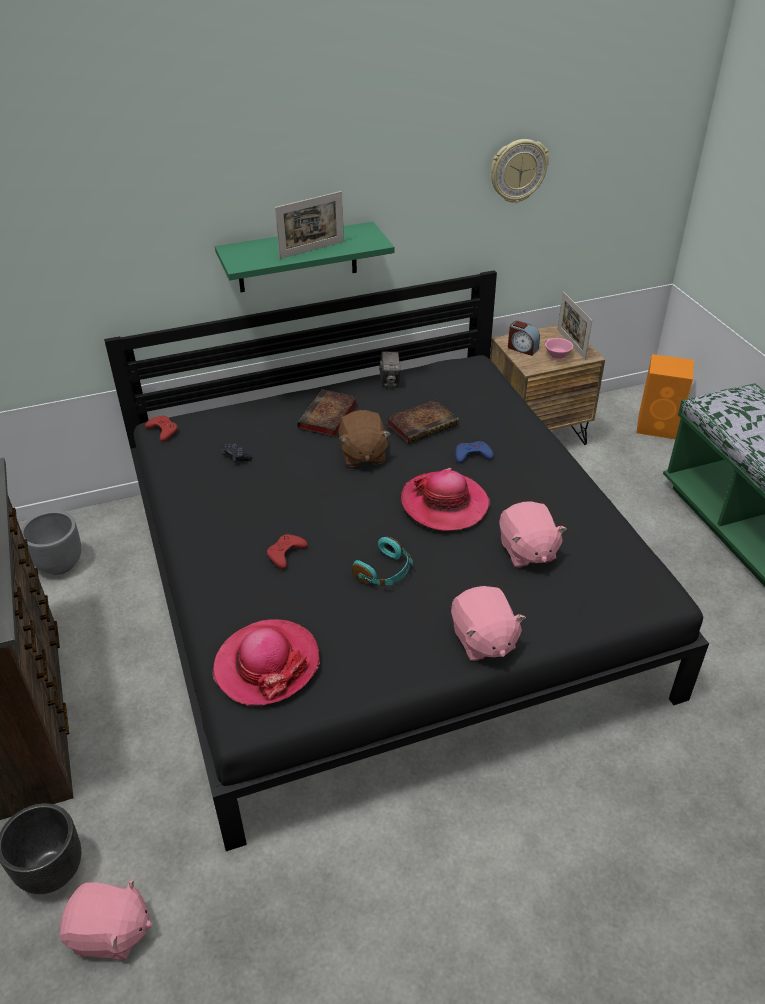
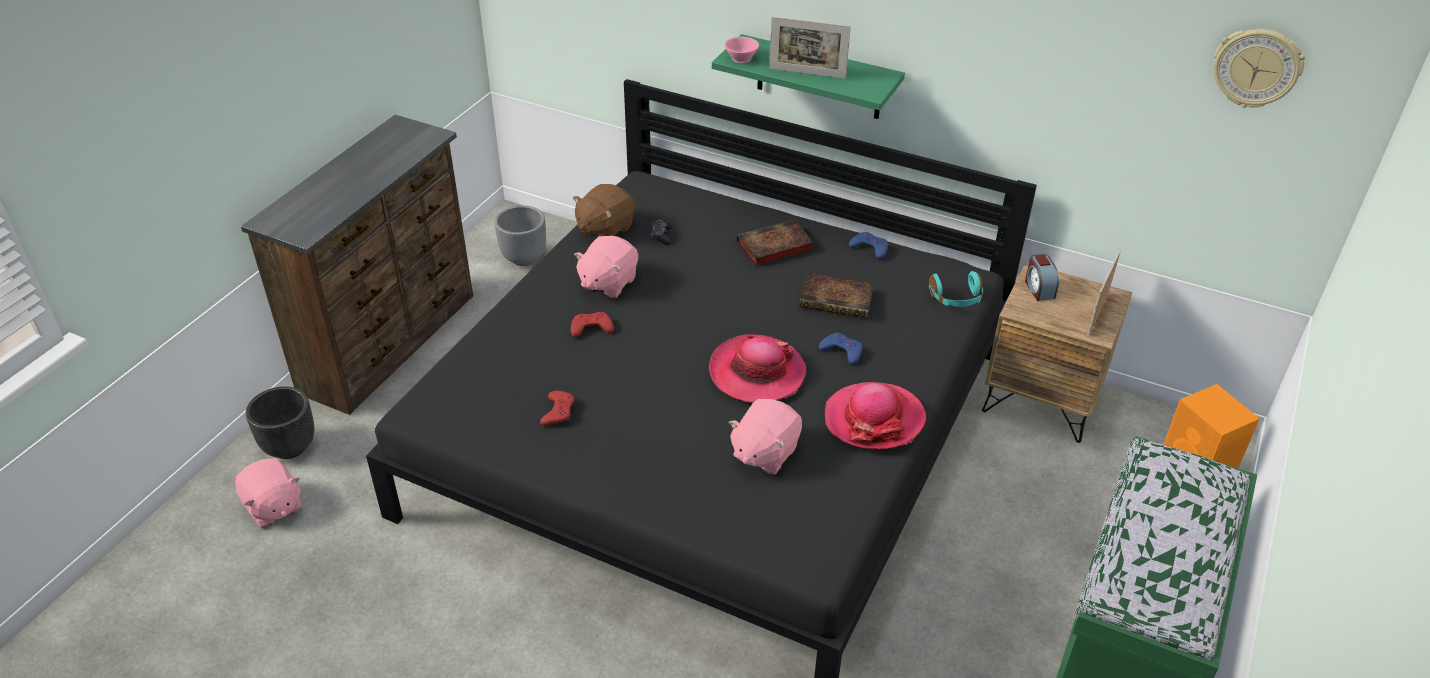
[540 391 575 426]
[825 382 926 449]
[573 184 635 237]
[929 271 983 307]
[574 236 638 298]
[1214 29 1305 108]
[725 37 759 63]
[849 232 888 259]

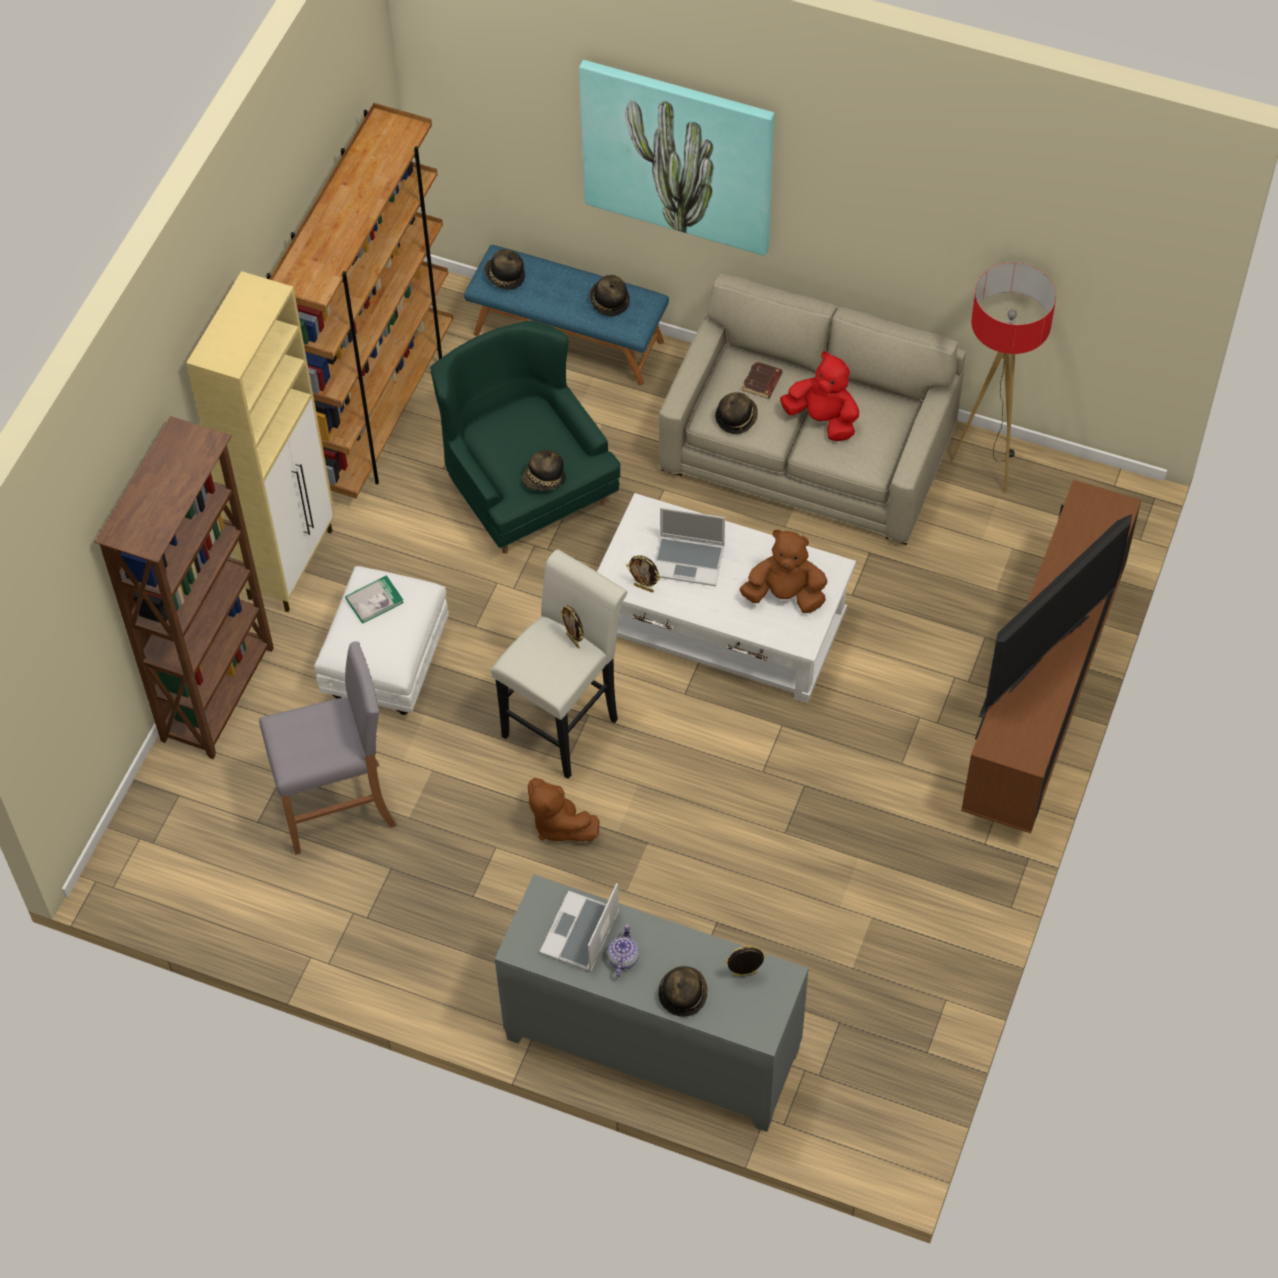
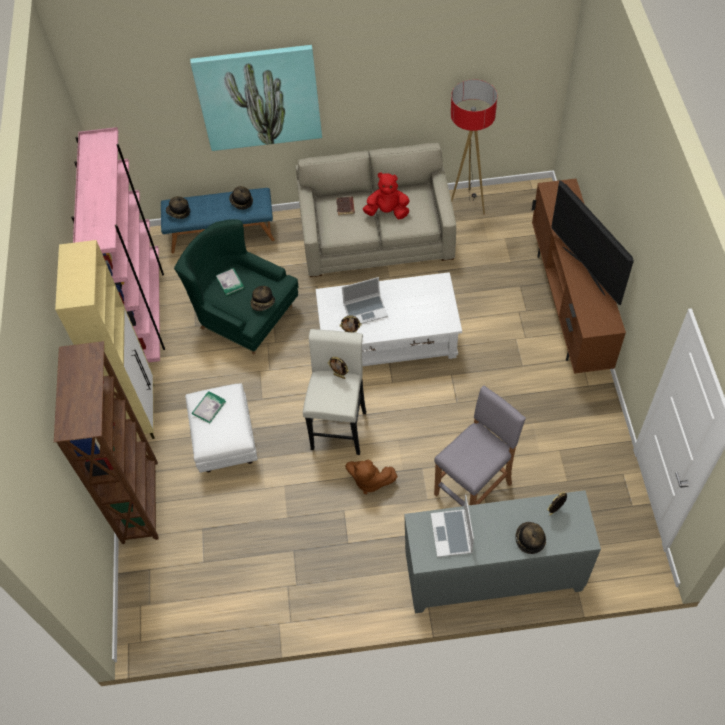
[607 924 639 977] (first image)
[715 392 758 434] (first image)
[740 529 828 613] (first image)
[216 268 244 296]
[434 385 526 506]
[71 127 165 363]
[551 180 634 306]

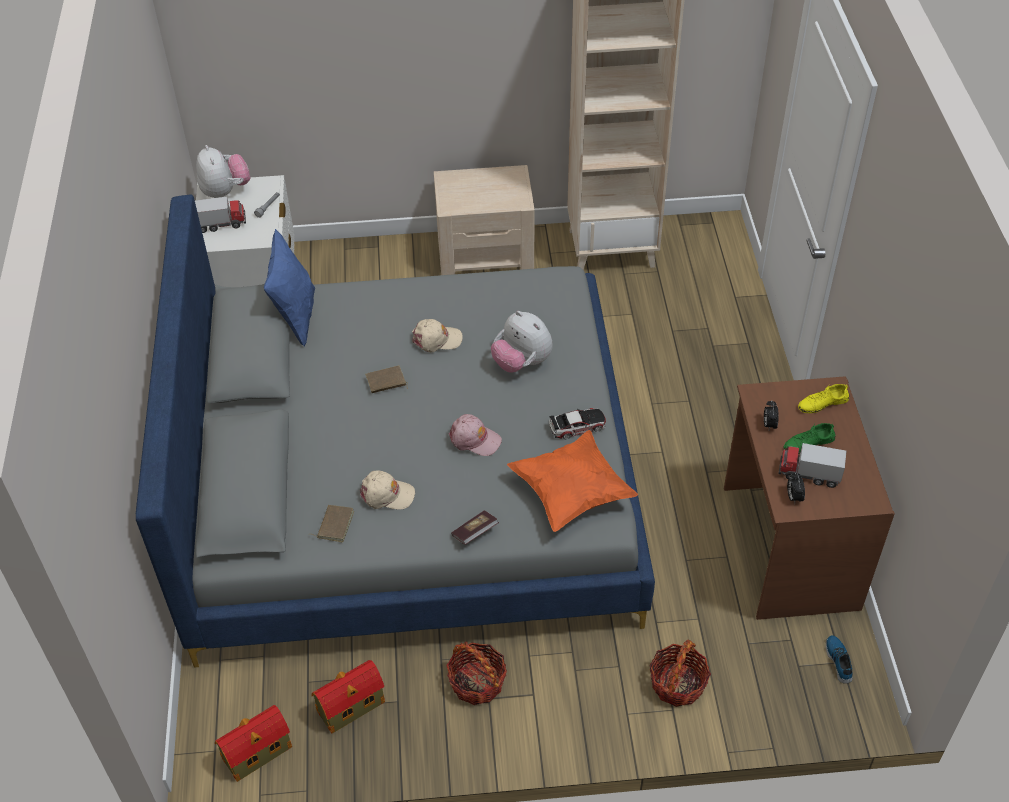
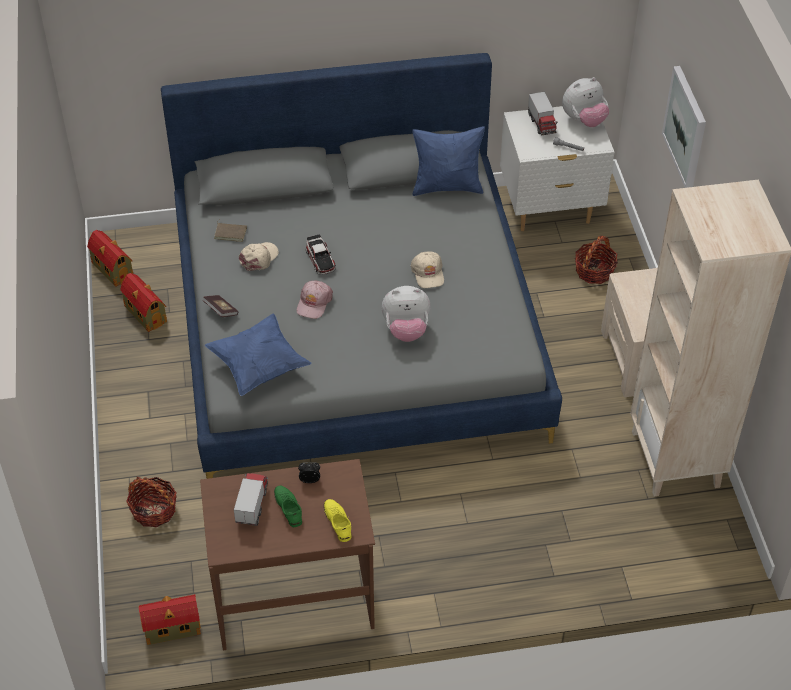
[365 365 408 393] (first image)
[787 473 805 503] (first image)
[662 66 706 188]
[575 236 618 284]
[306 234 336 275]
[139 594 201 645]
[205 313 312 396]
[239 242 279 271]
[382 286 431 342]

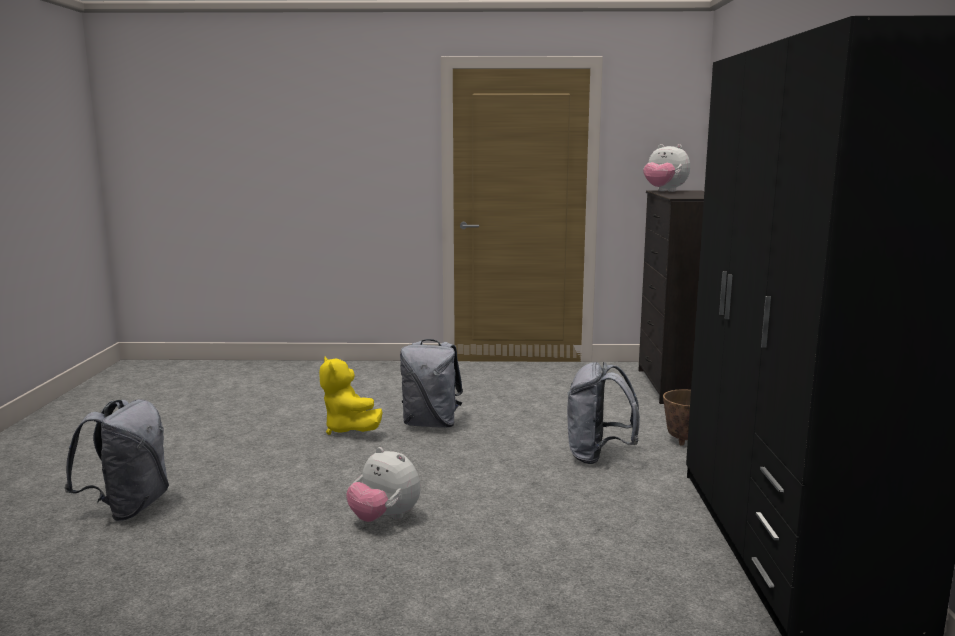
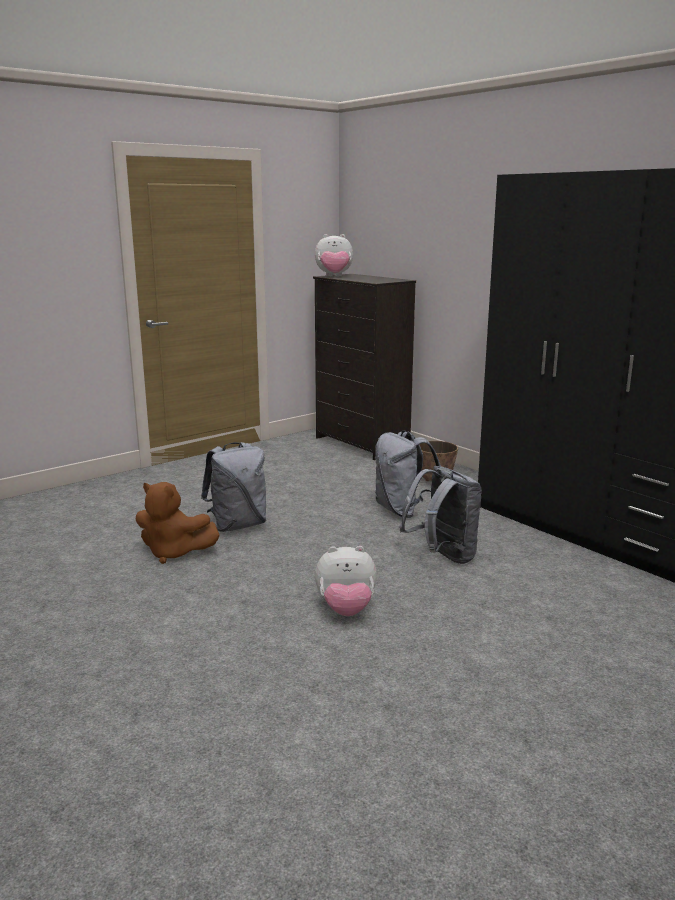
[399 466 482 564]
[135 482 220 564]

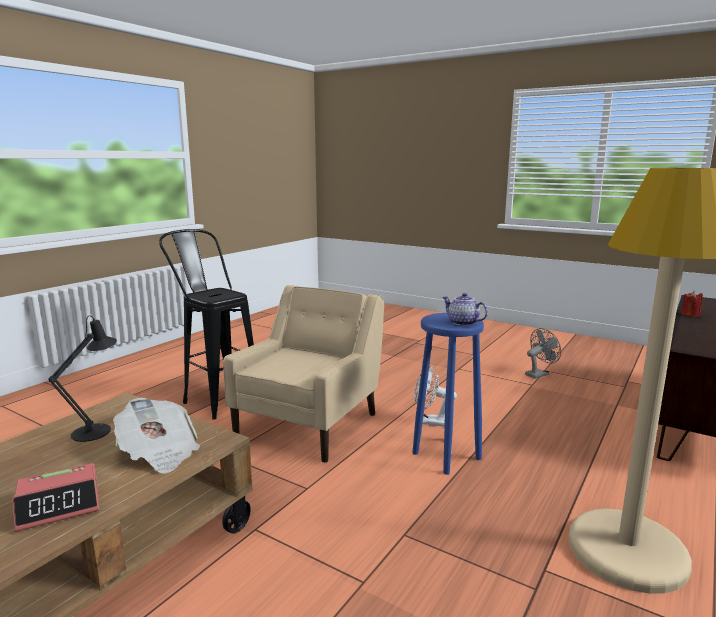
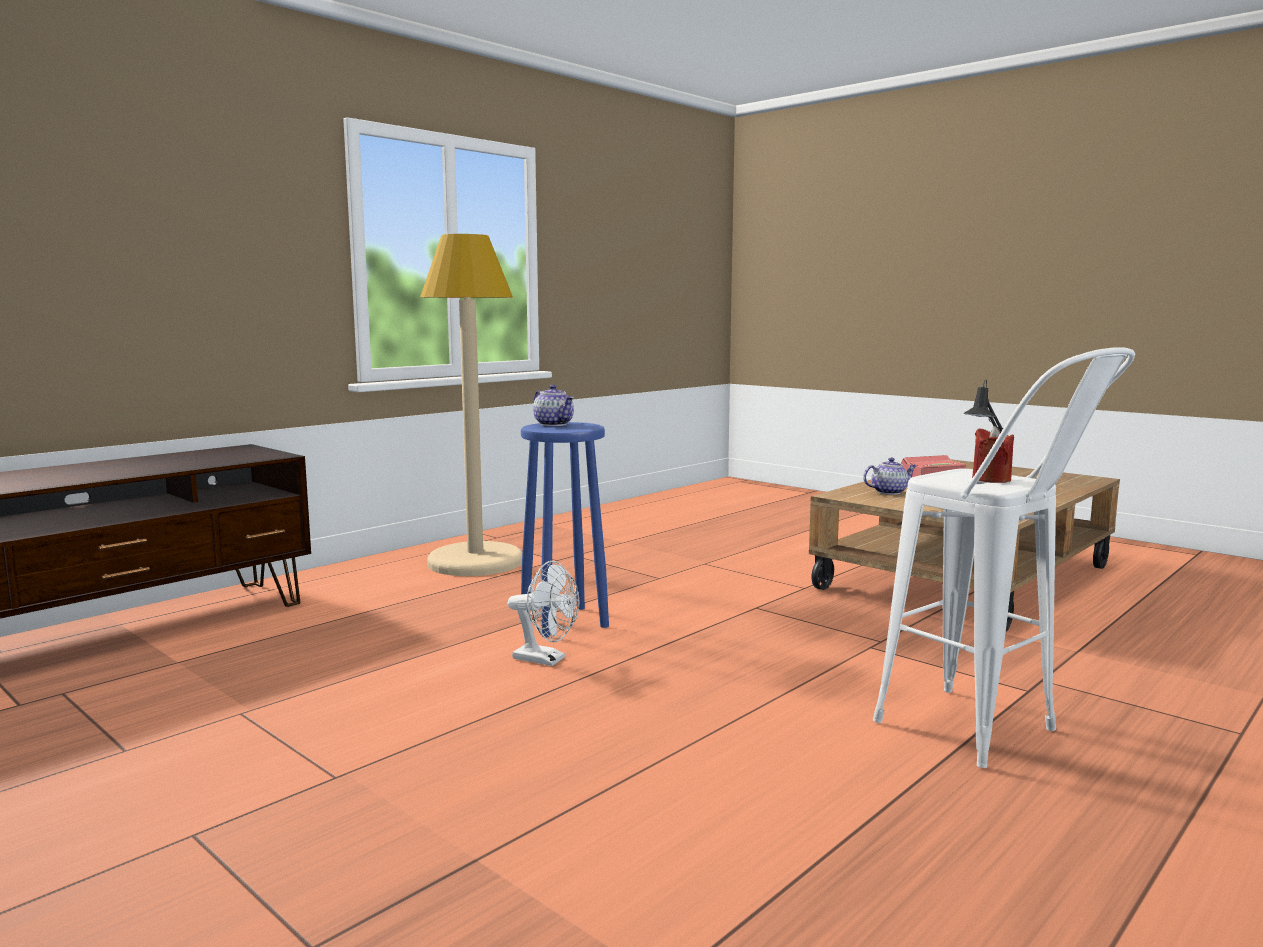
[223 285 384 463] (first image)
[525 328 561 379] (first image)
[972 426 1014 483]
[863 458 917 495]
[873 347 1135 768]

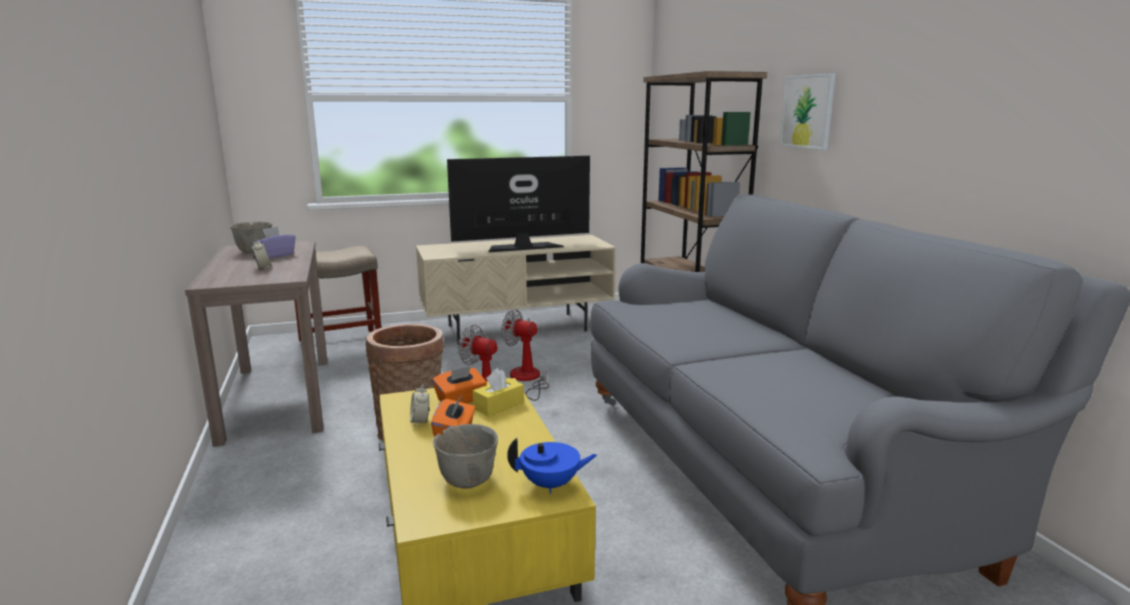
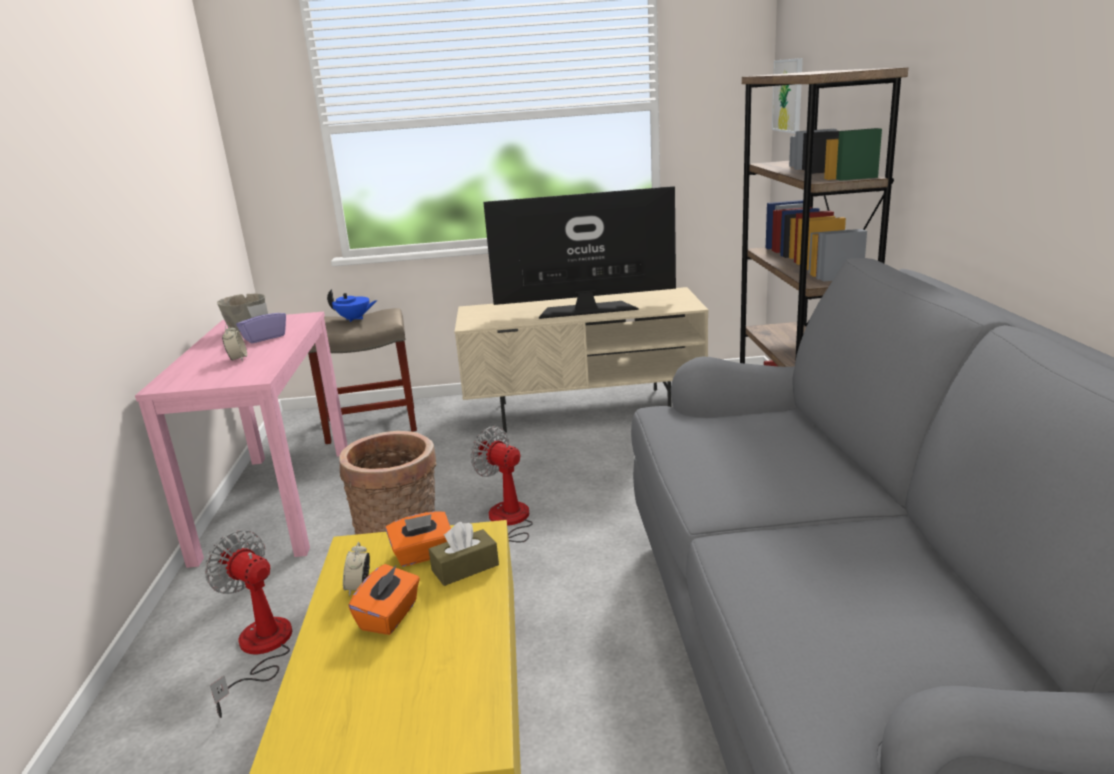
[433 424 498 488] (first image)
[205 530 292 718]
[327 289 377 322]
[772 58 803 134]
[135 312 348 568]
[429 522 499 586]

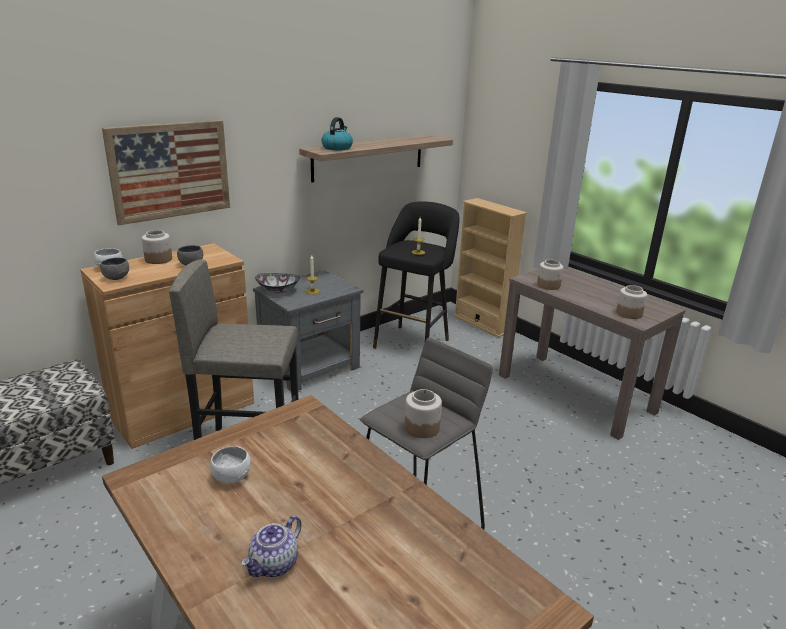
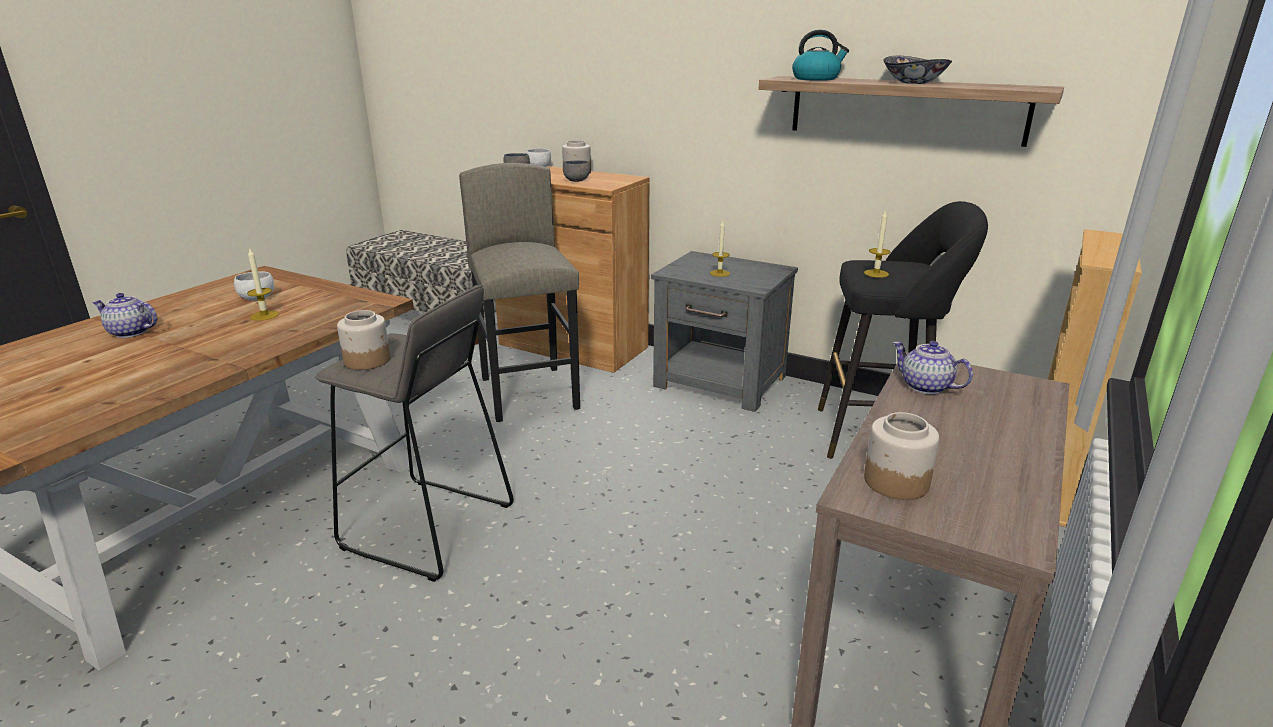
[102 120 230 225] (first image)
[247 249 279 321]
[884 56 952 84]
[892 341 973 394]

